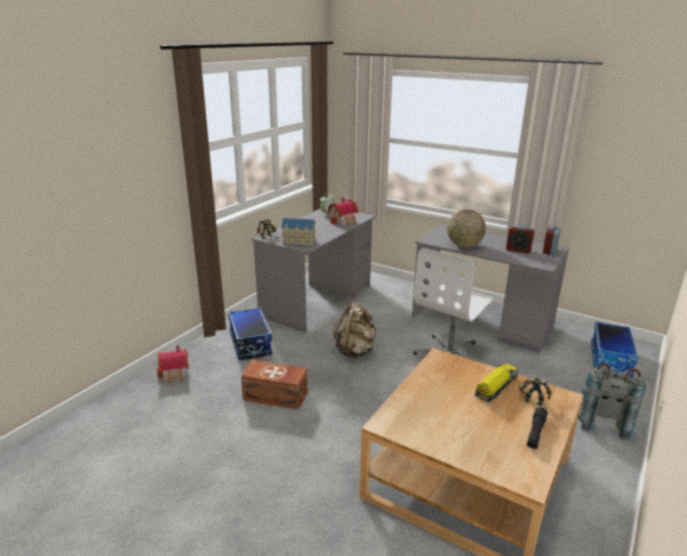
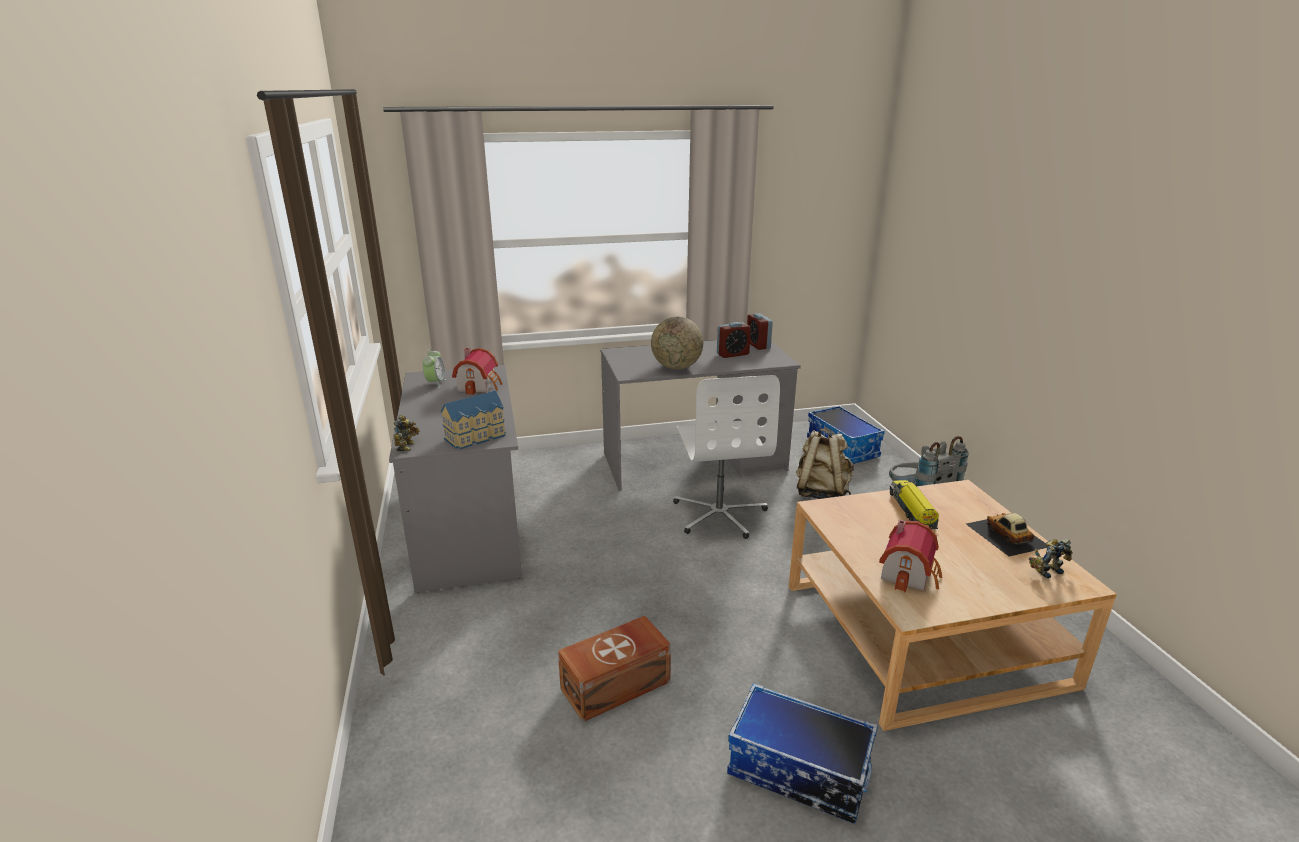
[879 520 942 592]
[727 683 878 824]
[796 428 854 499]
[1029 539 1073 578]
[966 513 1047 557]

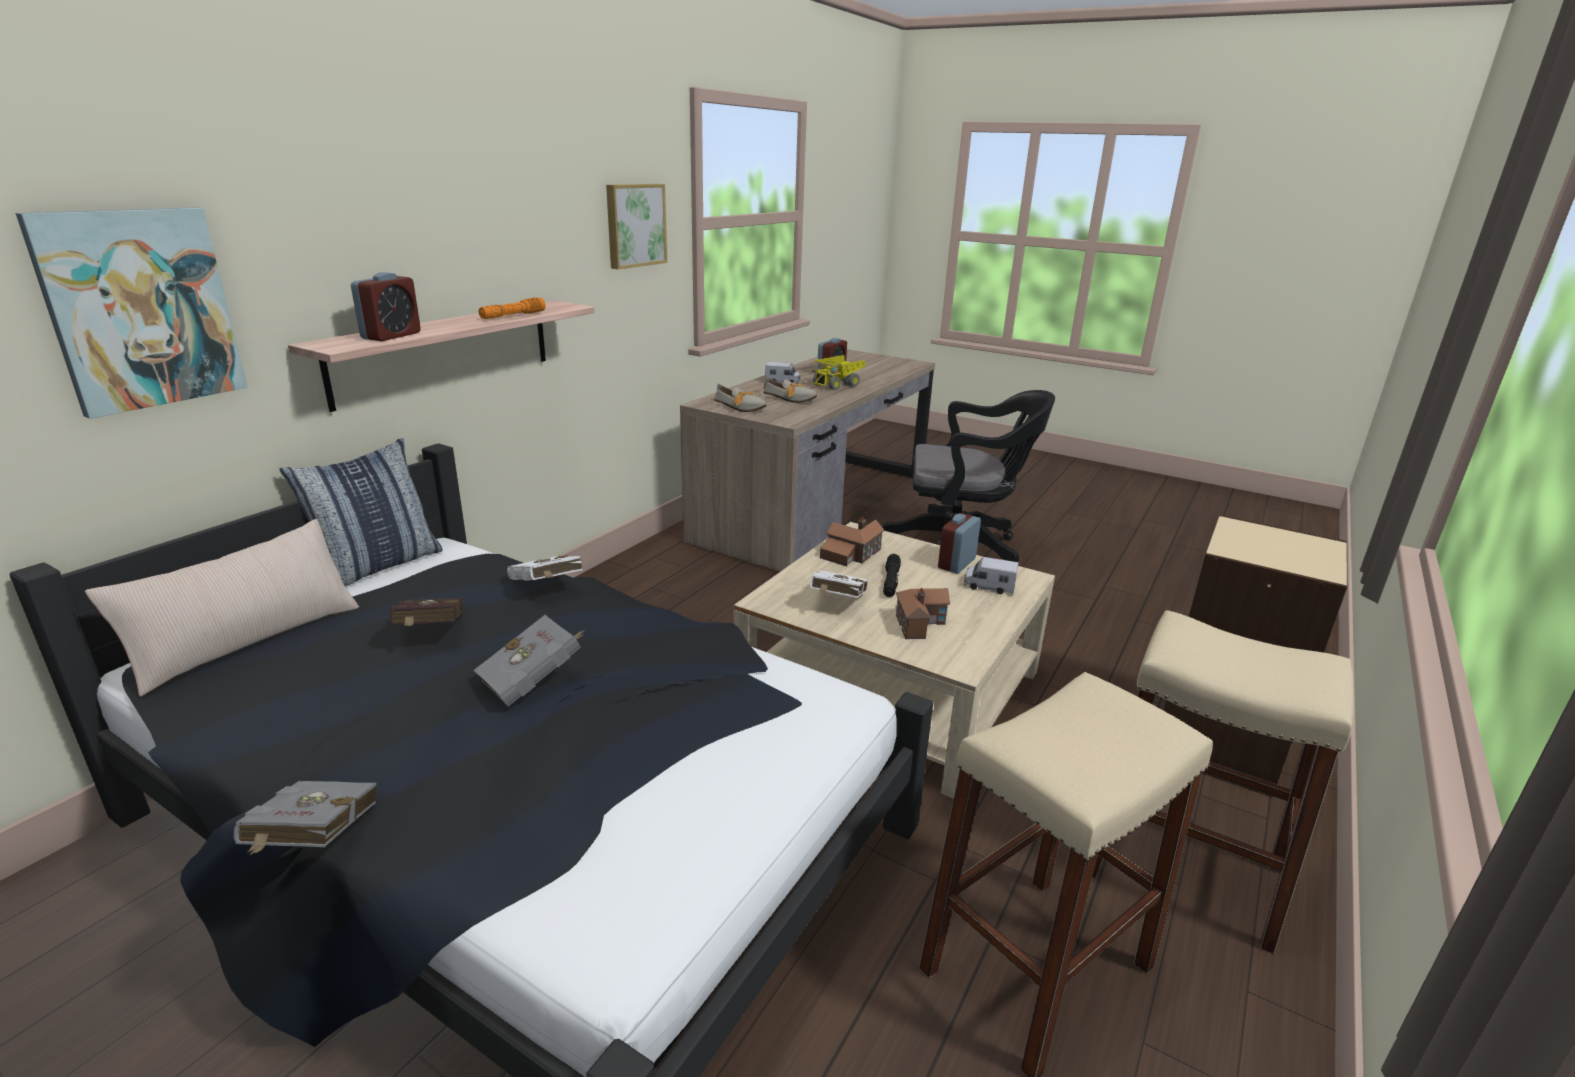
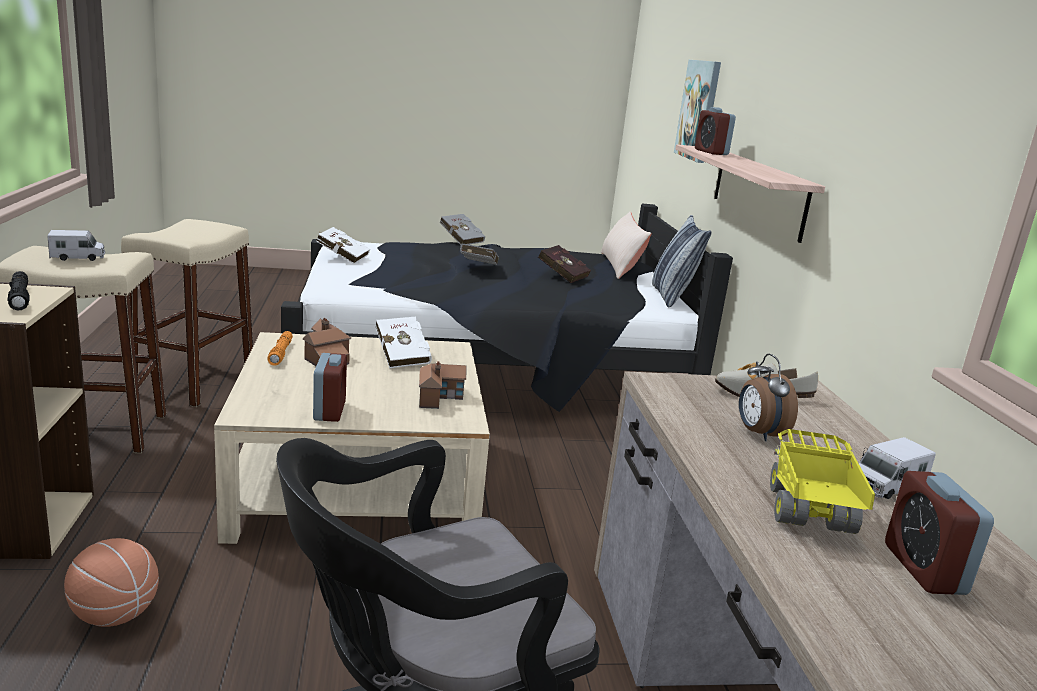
[606 184 667 269] (first image)
[64 538 159 627]
[267 331 293 366]
[316 227 370 264]
[7 271 30 310]
[47 230 105 261]
[739 354 798 441]

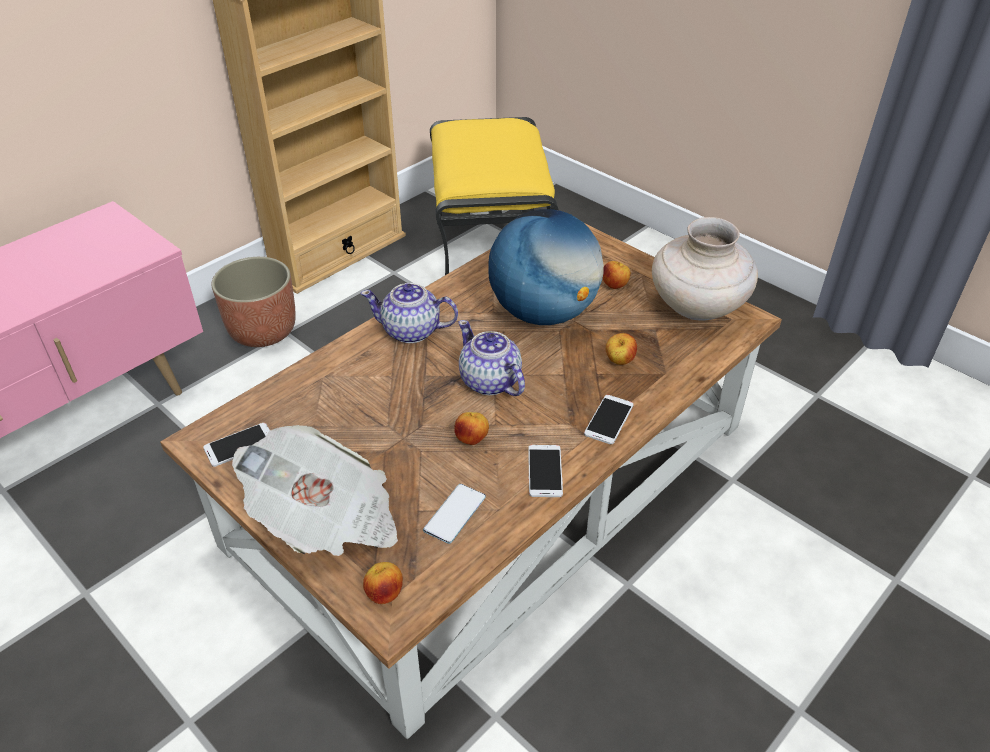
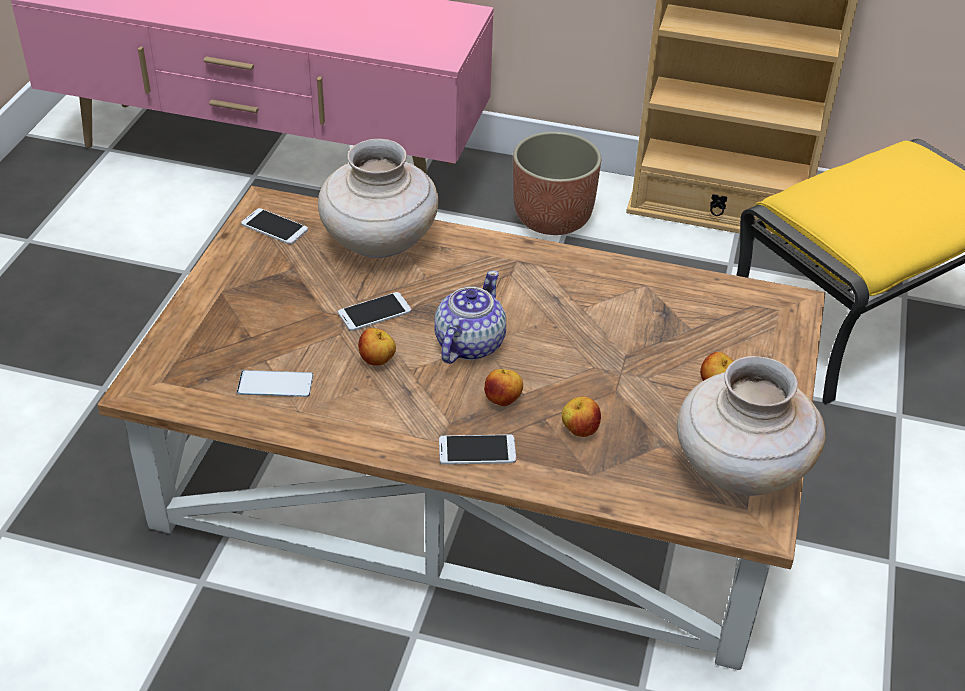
[232 425 398 556] (first image)
[360 283 458 343] (first image)
[488 209 604 325] (first image)
[318 139 438 258]
[484 369 523 406]
[338 292 412 331]

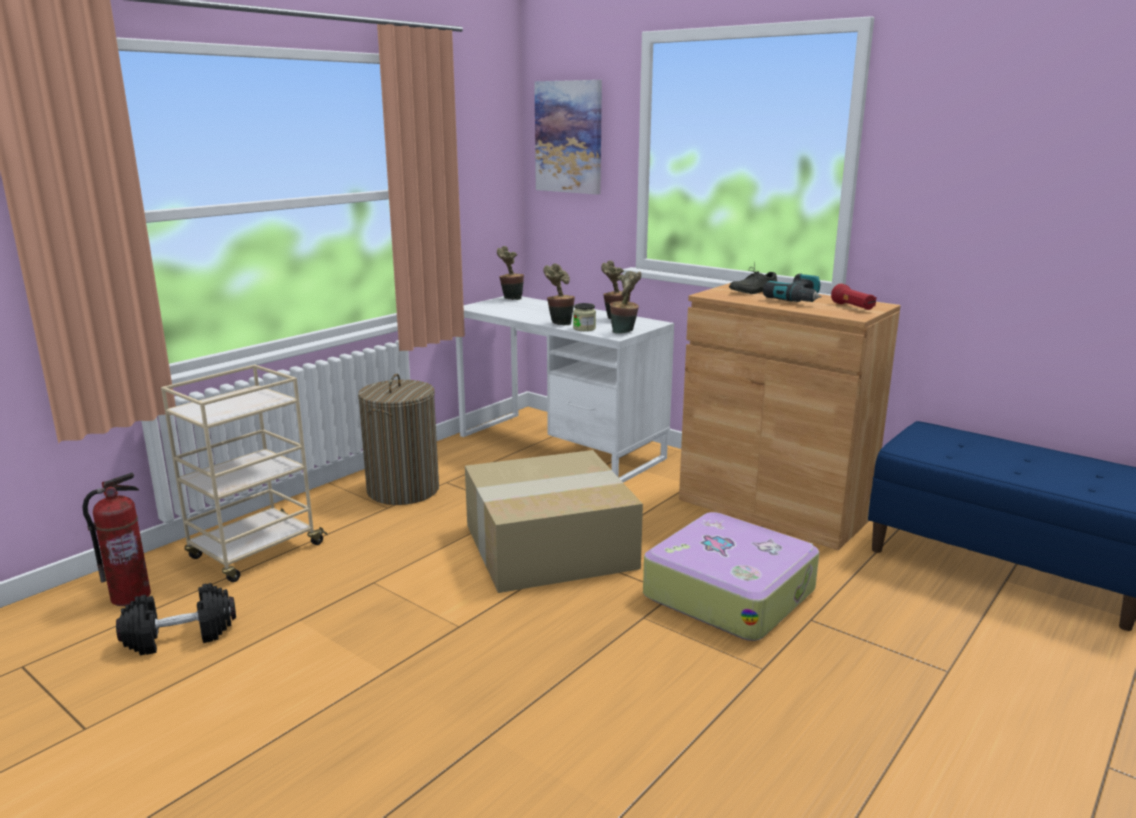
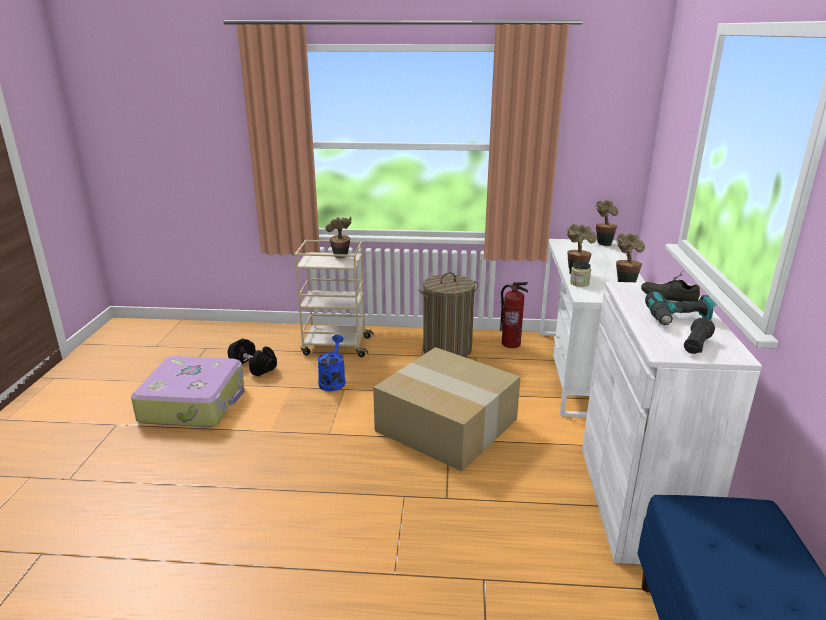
[534 80 602 195] (first image)
[317 335 345 391]
[500 282 528 348]
[325 216 352 258]
[131 356 245 427]
[582 282 762 564]
[684 318 715 354]

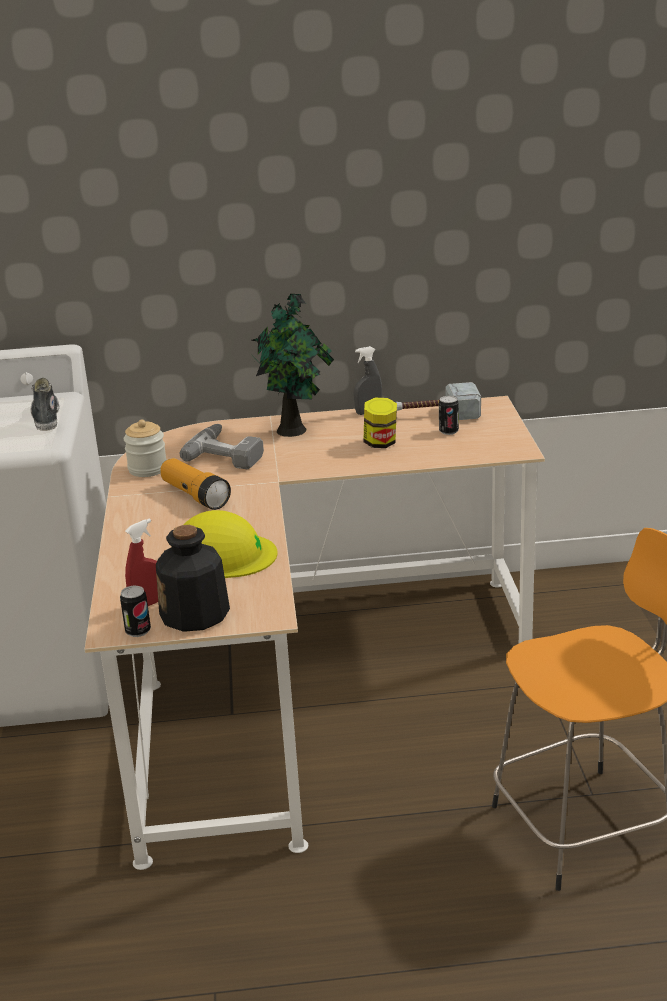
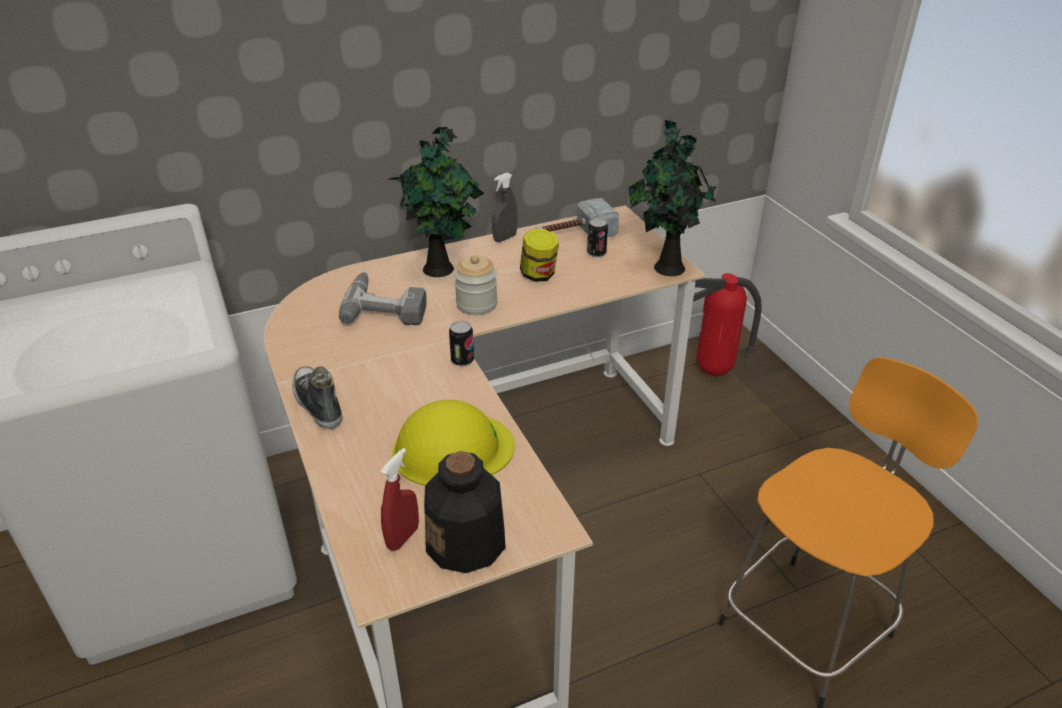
[160 458 231 510] (first image)
[628 118 716 276]
[693 273 762 376]
[292 366 342 429]
[449 321 474 366]
[454 255 497 315]

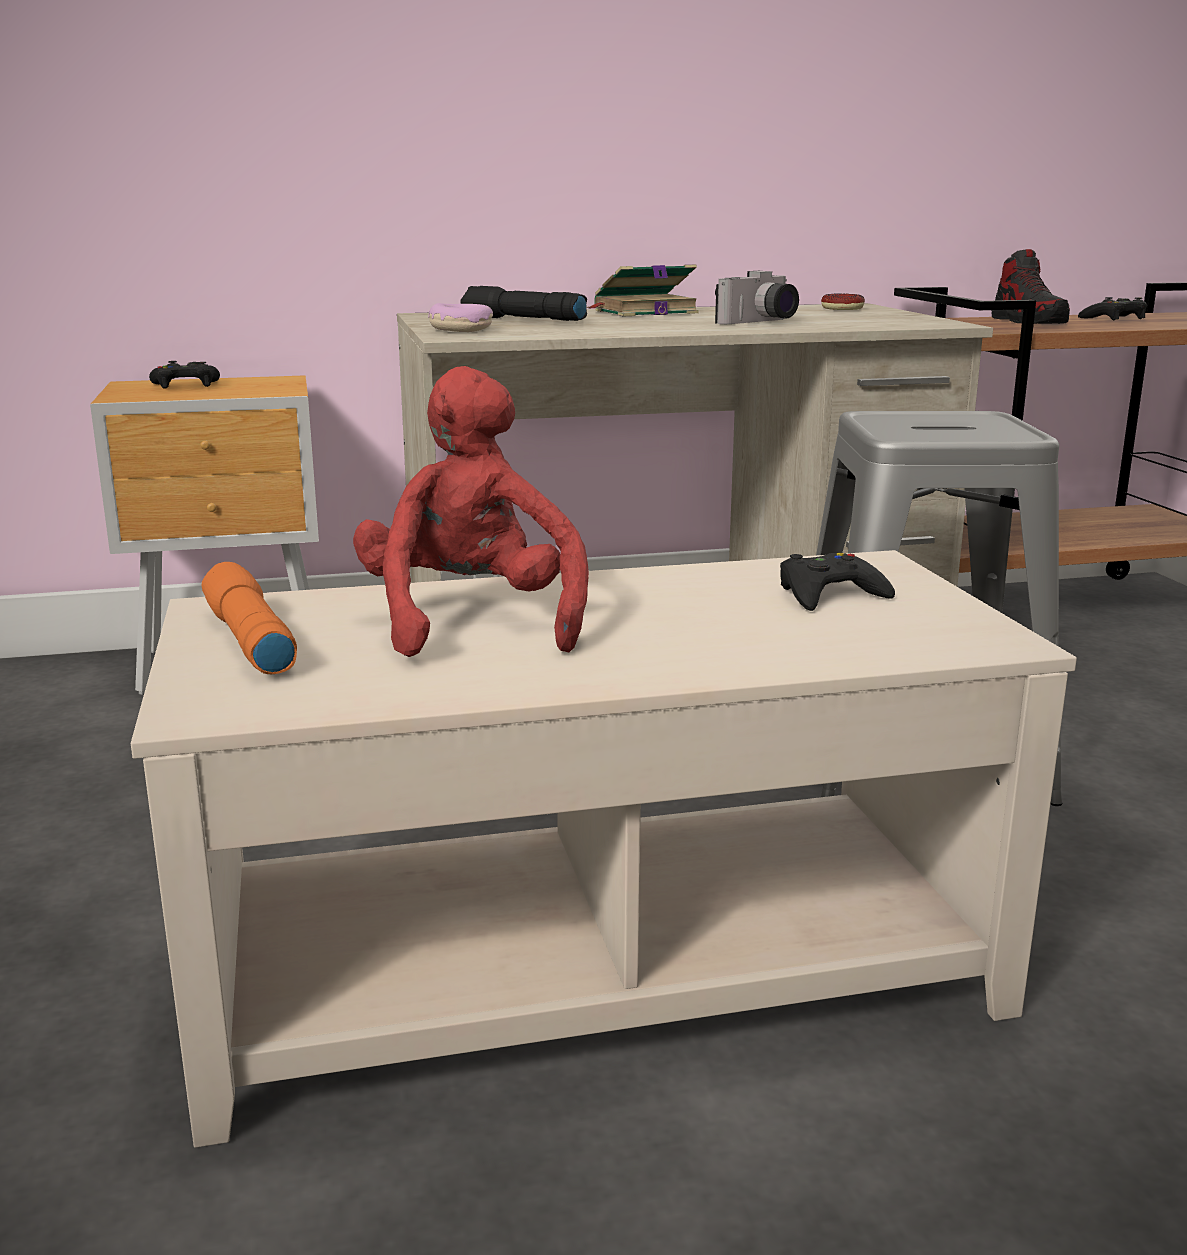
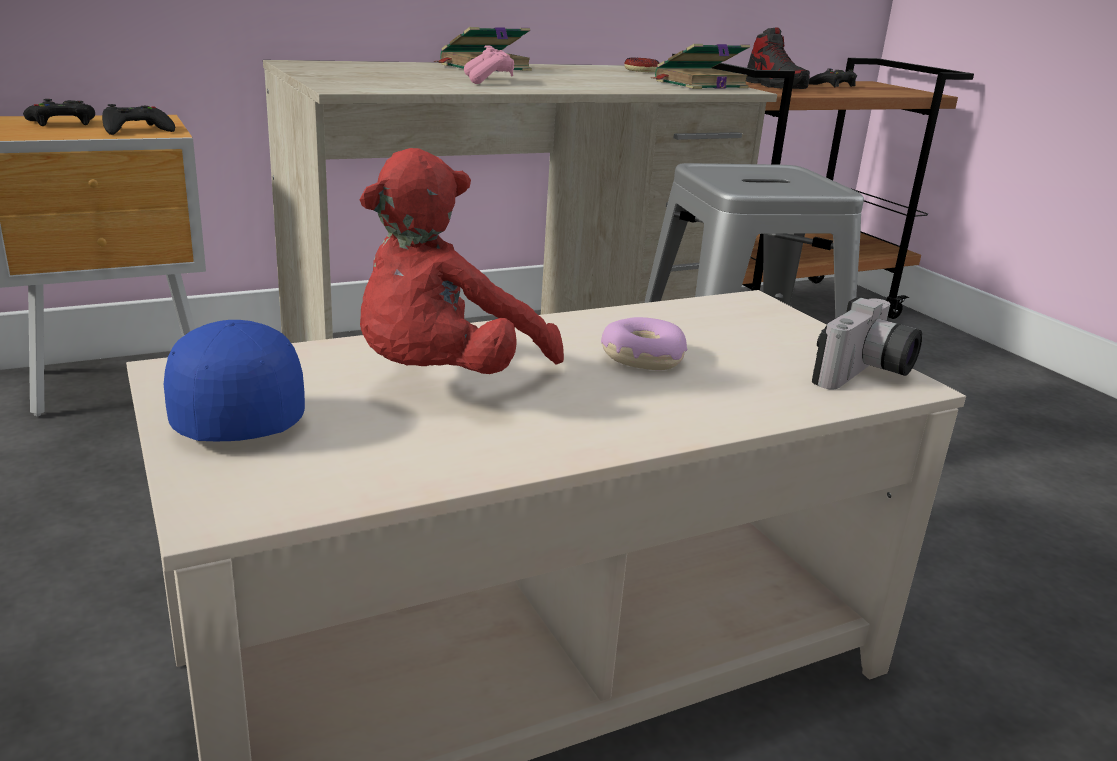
[460 286 587 321] (first image)
[464 45 514 84]
[650 44 750 89]
[601 317 687 370]
[812 297 922 389]
[102 104 175 135]
[164 320 305 441]
[360 148 564 374]

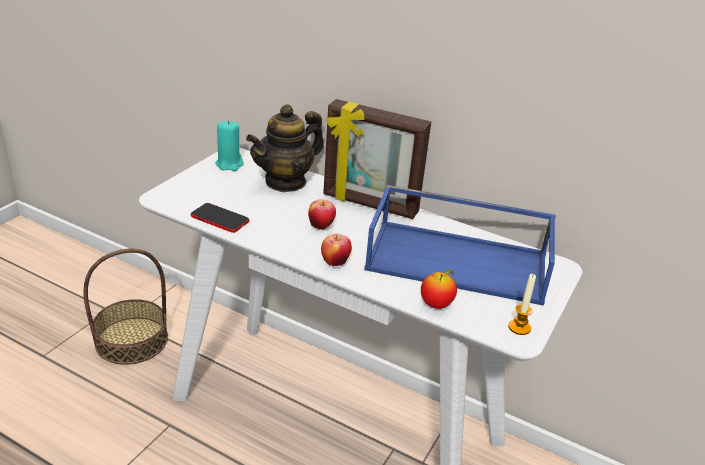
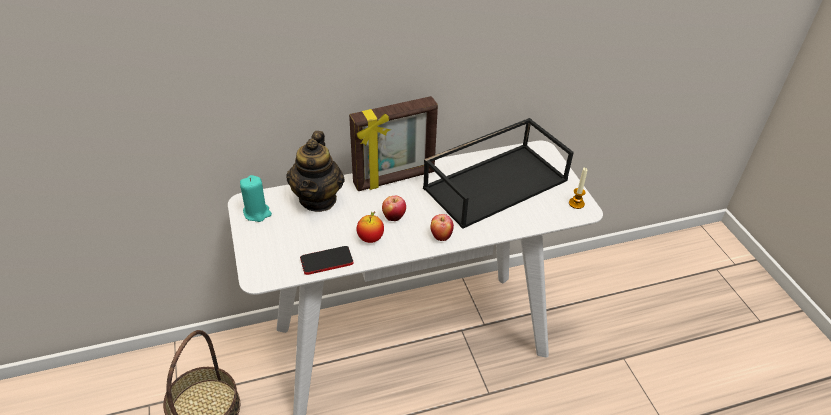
[356 211 384 243]
[423 118 574 229]

